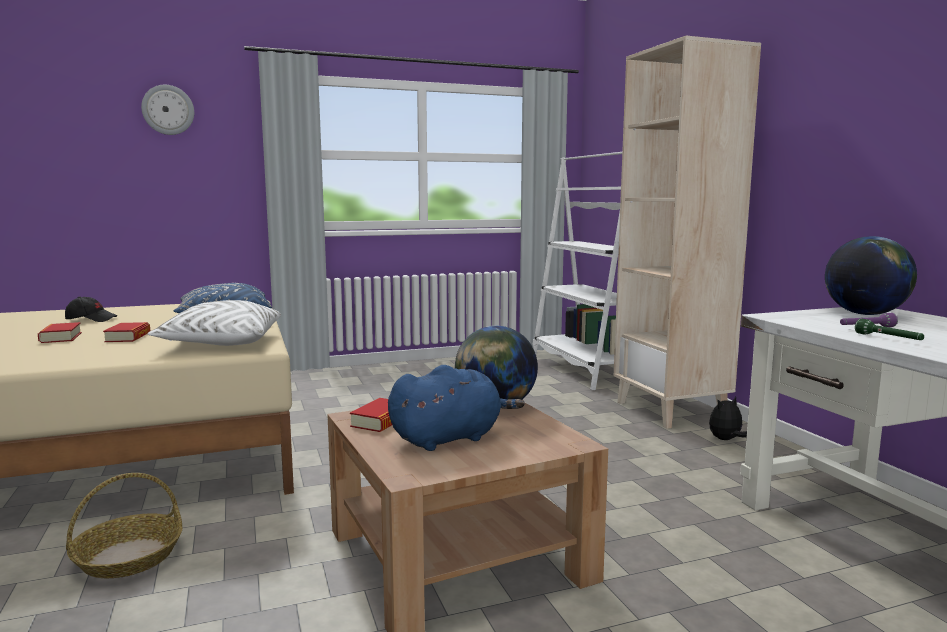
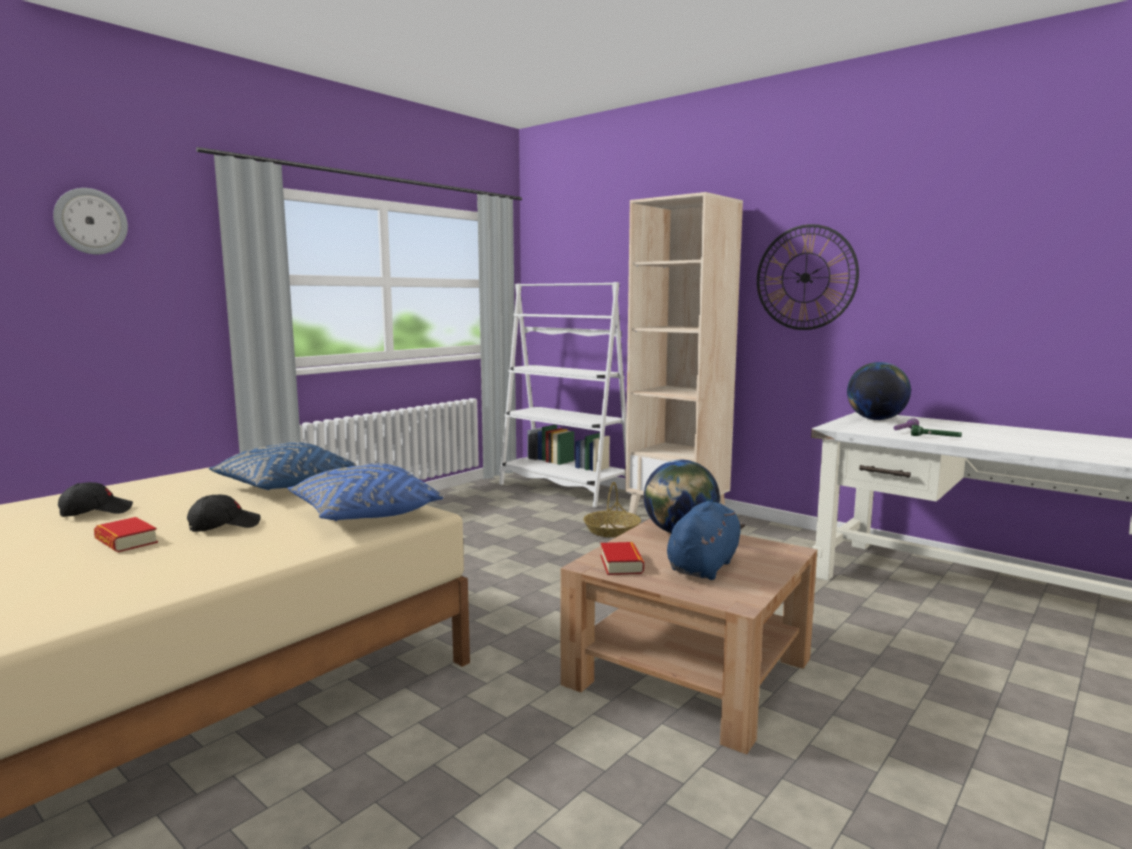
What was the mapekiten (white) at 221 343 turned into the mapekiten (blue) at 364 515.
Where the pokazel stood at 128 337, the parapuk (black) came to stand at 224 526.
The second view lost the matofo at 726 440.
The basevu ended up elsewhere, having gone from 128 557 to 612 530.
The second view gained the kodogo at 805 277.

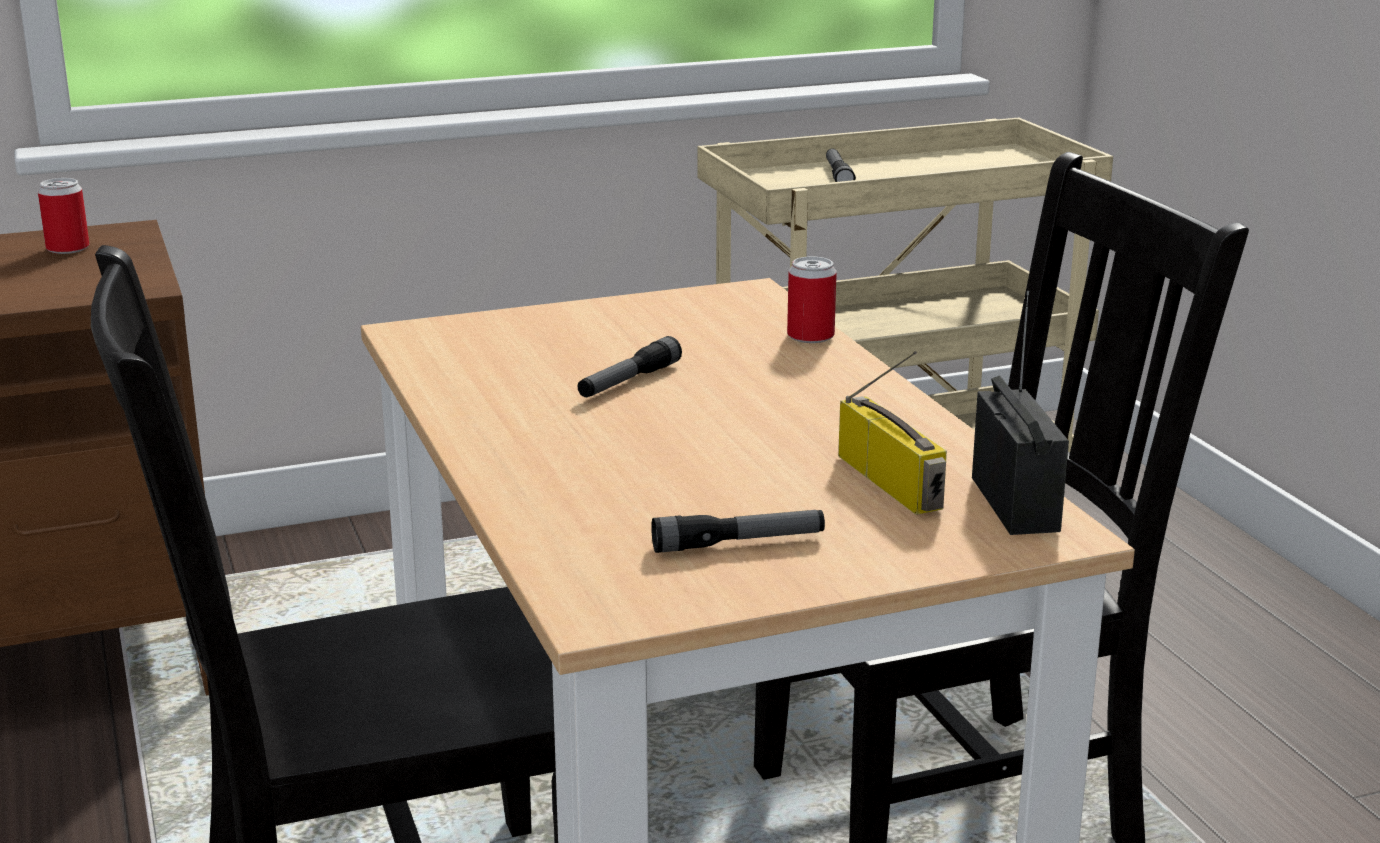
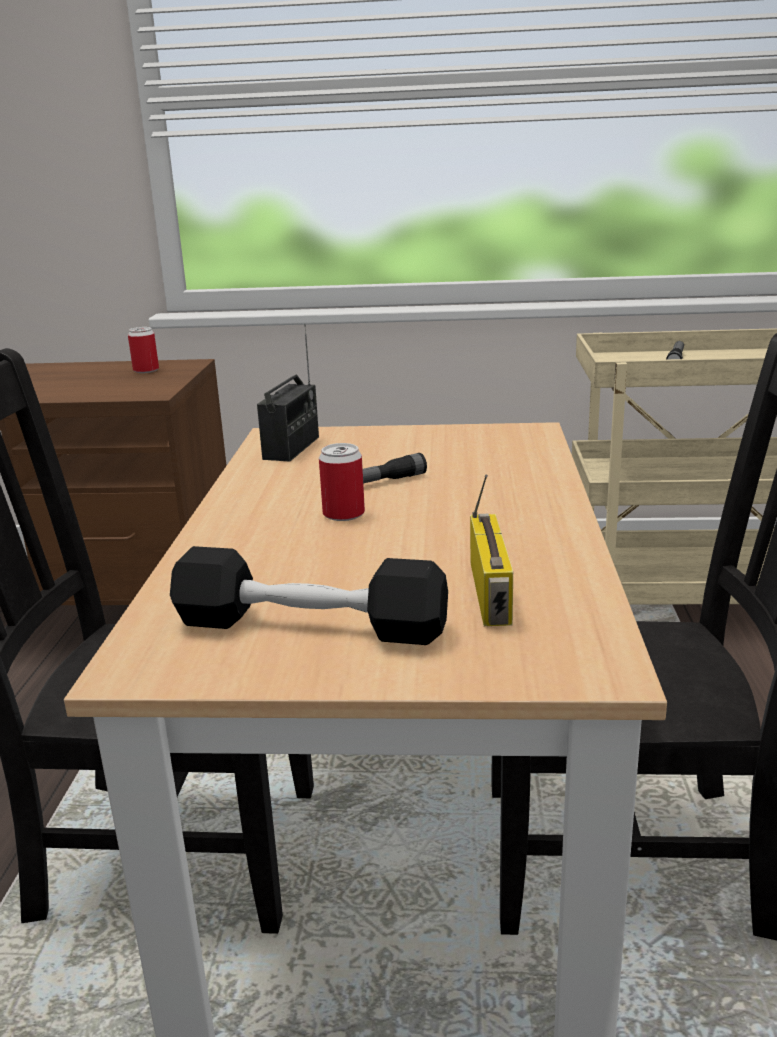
The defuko ended up elsewhere, having gone from 810 336 to 343 514.
The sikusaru ended up elsewhere, having gone from 1015 504 to 292 448.
Where the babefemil stood at 738 543, the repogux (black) came to stand at 309 626.

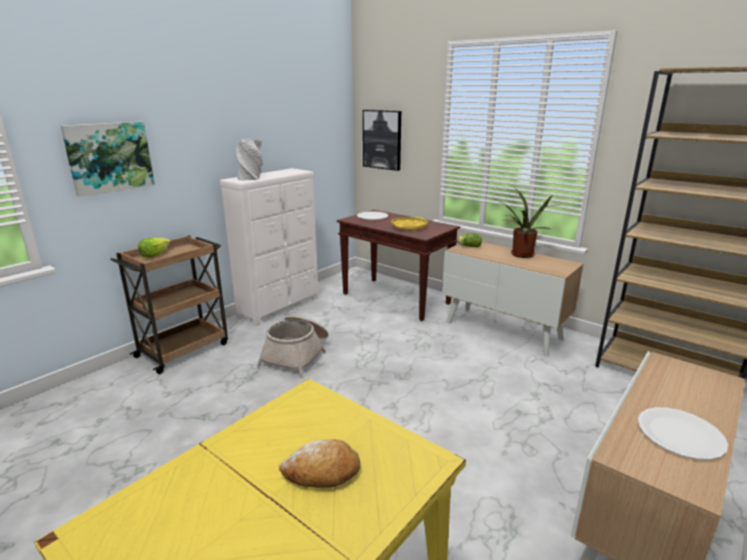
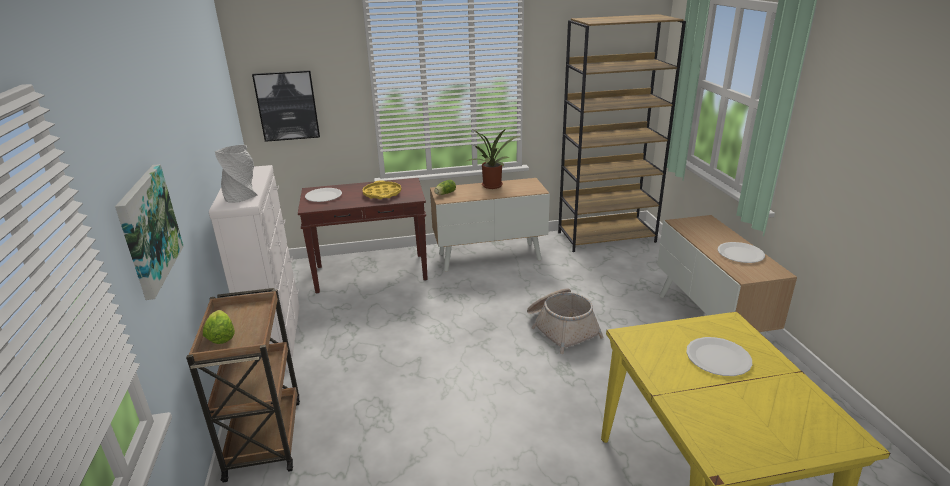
The basevu ended up elsewhere, having gone from 297 354 to 561 328.
Where the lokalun stood at 322 472, the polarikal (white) came to stand at 718 358.

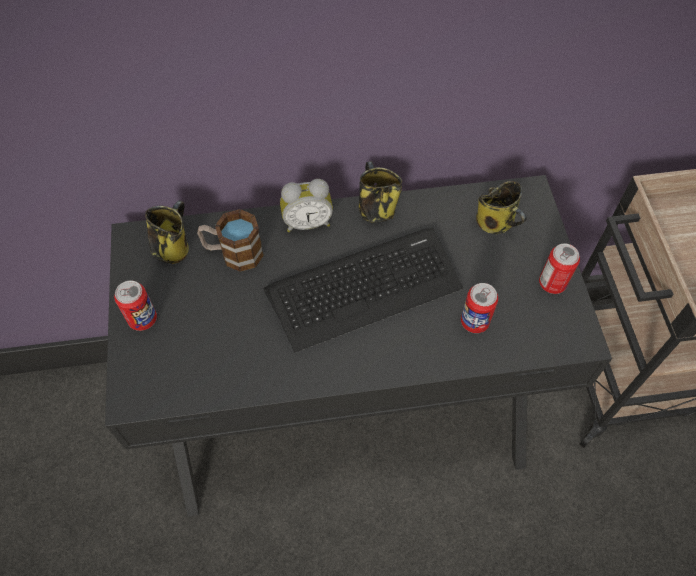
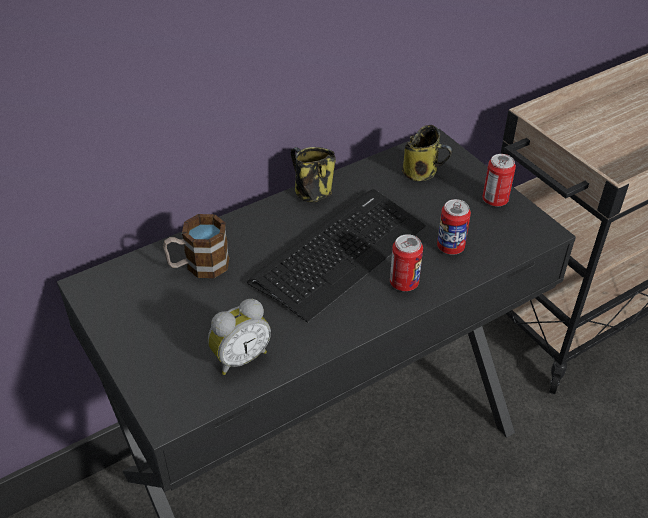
The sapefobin ended up elsewhere, having gone from 307 222 to 240 357.
The second view lost the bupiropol at 173 247.
The defuko ended up elsewhere, having gone from 142 319 to 404 283.

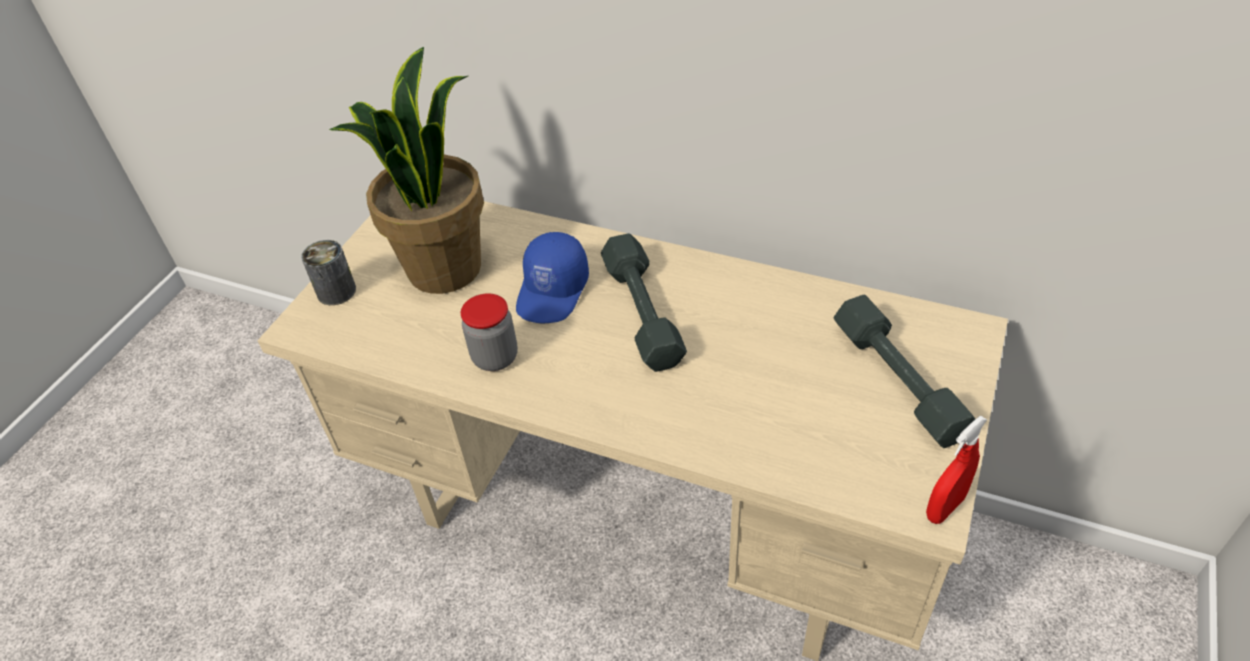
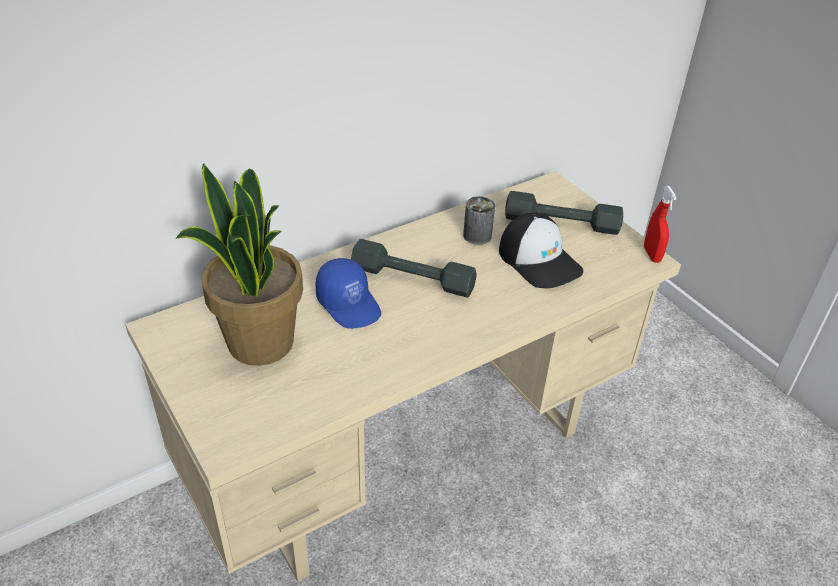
The defuko ended up elsewhere, having gone from 336 291 to 477 236.
The second view lost the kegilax at 495 357.
The second view gained the parapuk at 540 260.

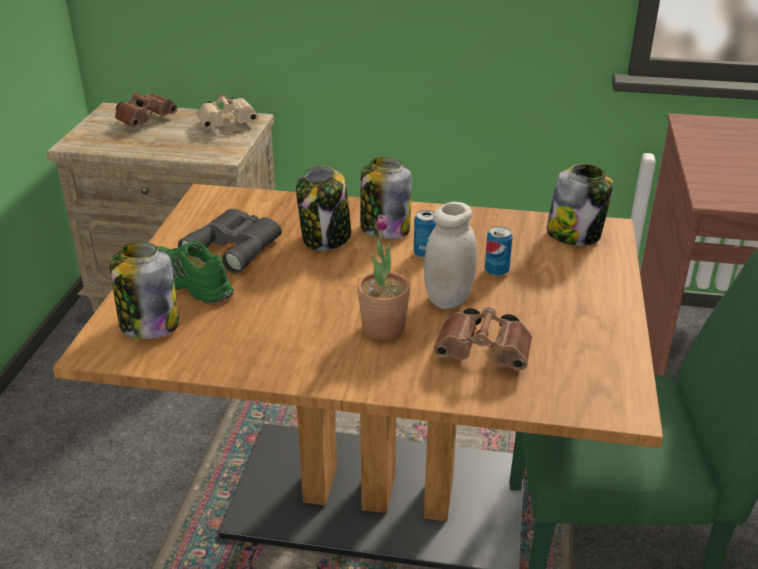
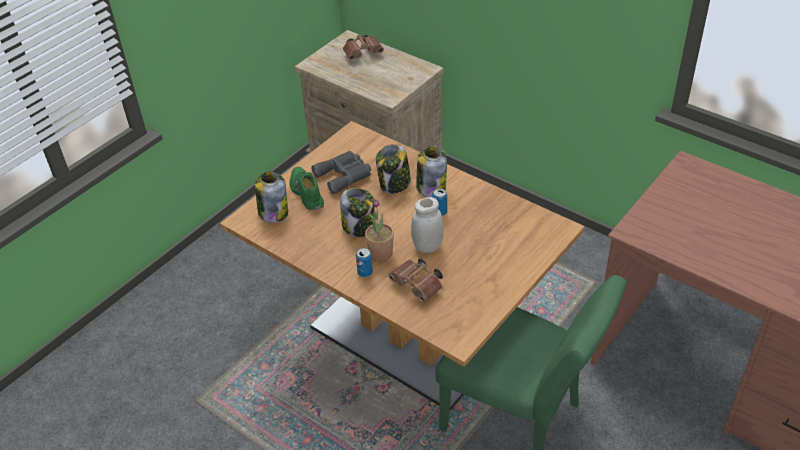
The second view lost the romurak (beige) at 229 123.
The kegilax ended up elsewhere, having gone from 575 234 to 359 226.
The defuko ended up elsewhere, having gone from 496 271 to 365 272.

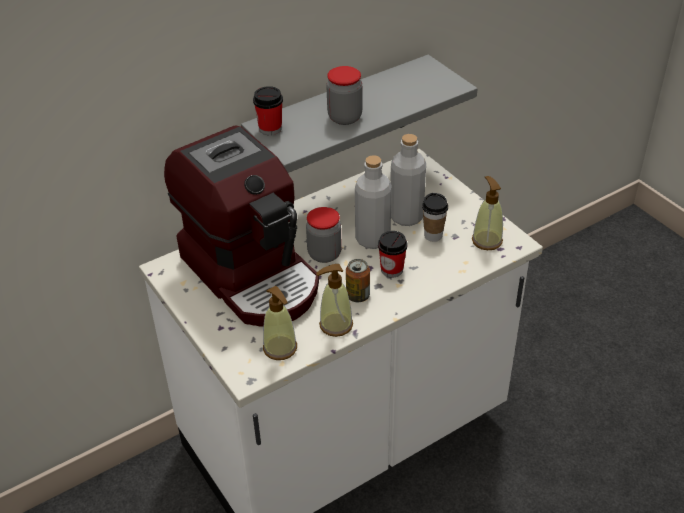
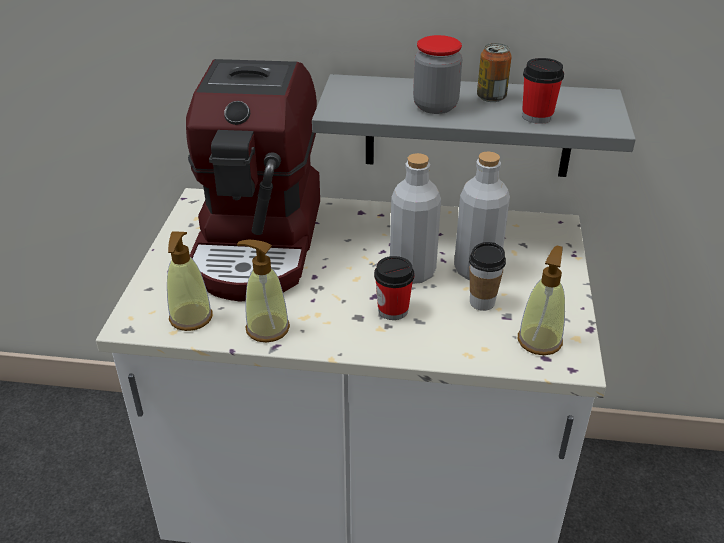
The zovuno ended up elsewhere, having gone from 270 128 to 537 116.
The second view lost the kegilax at 324 254.
The defuko ended up elsewhere, having gone from 358 296 to 491 97.

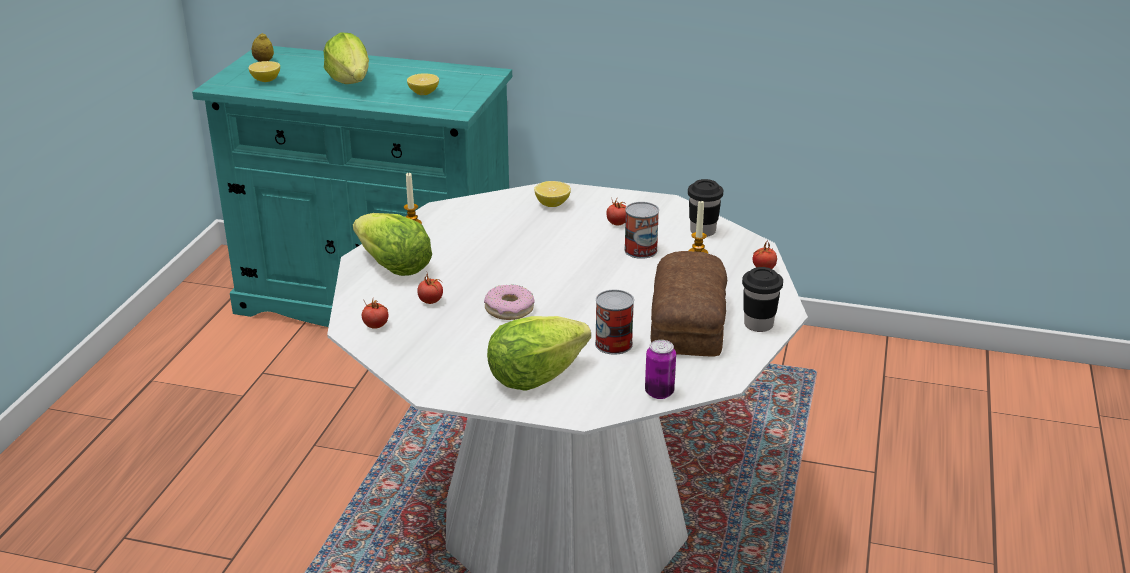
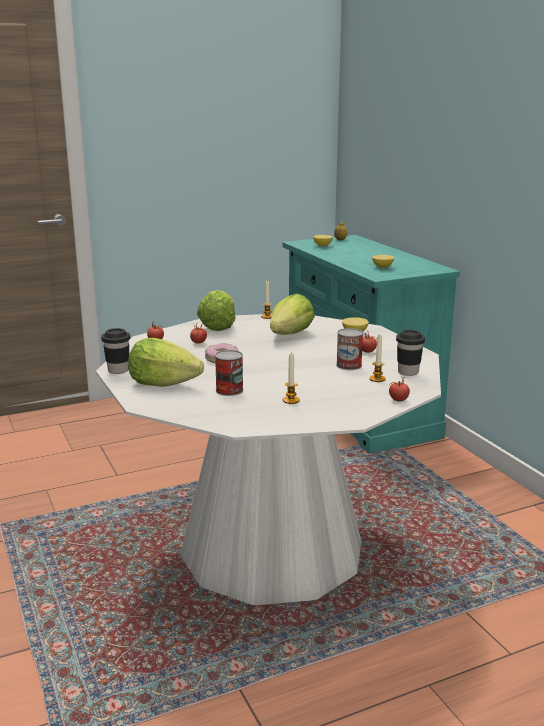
The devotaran ended up elsewhere, having gone from 350 82 to 291 335.
Where the lokalun stood at 690 322, the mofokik came to stand at 291 400.
The zovuno (black) ended up elsewhere, having gone from 758 325 to 118 370.
The second view lost the defuko at 659 392.

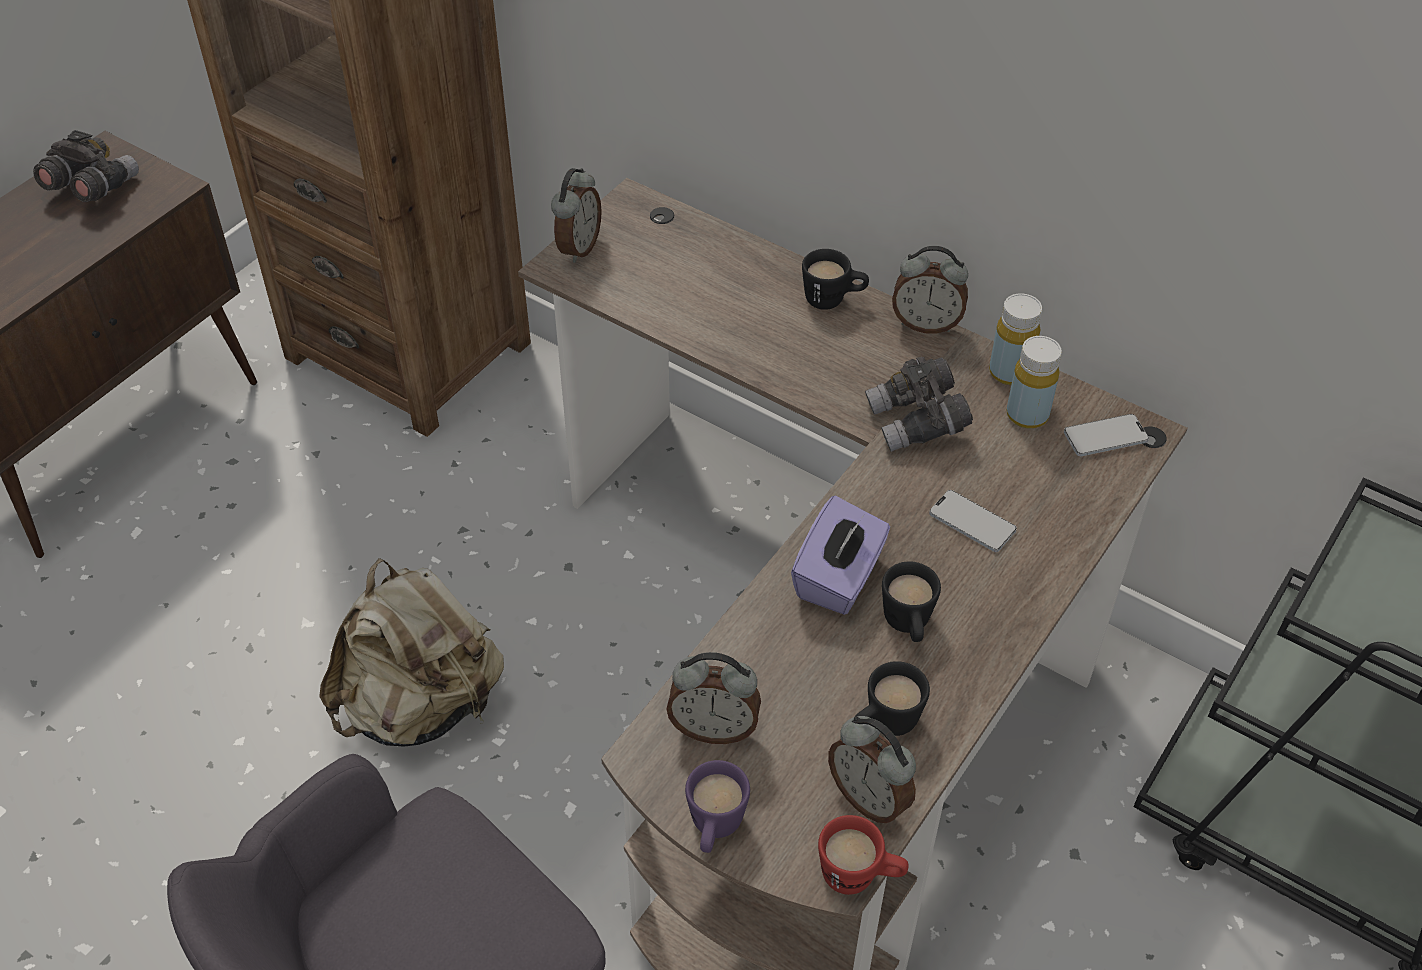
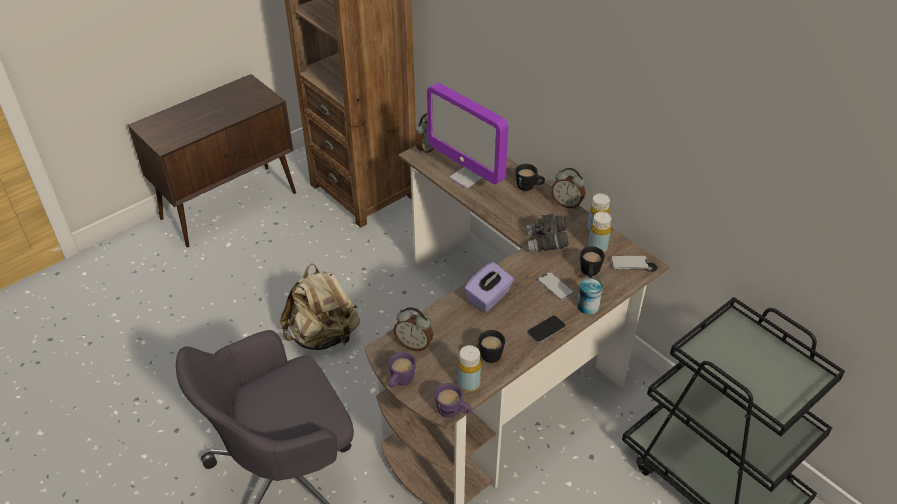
The second view lost the romurak (grey) at 91 188.
The bupiropol (black) ended up elsewhere, having gone from 908 626 to 589 274.
Where the sapefobin stood at 869 798, the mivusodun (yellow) came to stand at 469 384.
What was the bupiropol (red) at 859 877 turned into the bupiropol (purple) at 453 412.
The second view gained the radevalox at 467 177.
The second view gained the defuko at 588 306.
The second view gained the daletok at 546 330.

